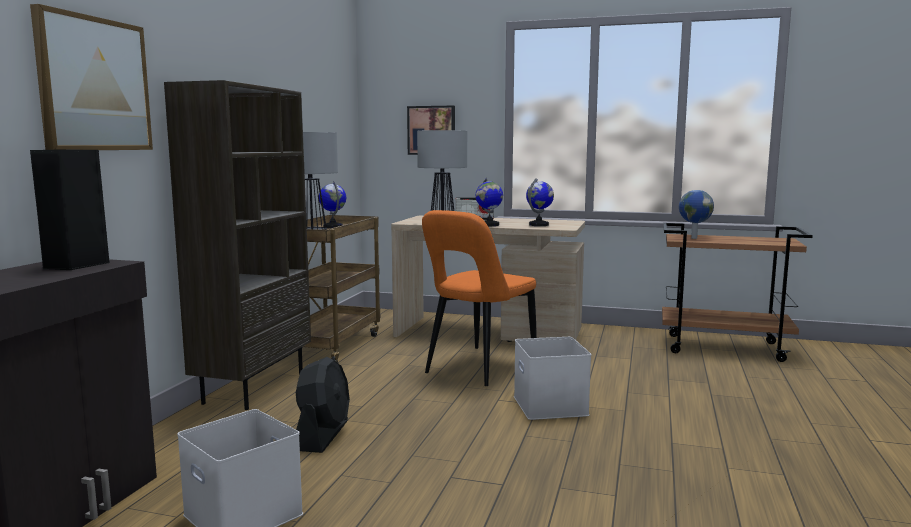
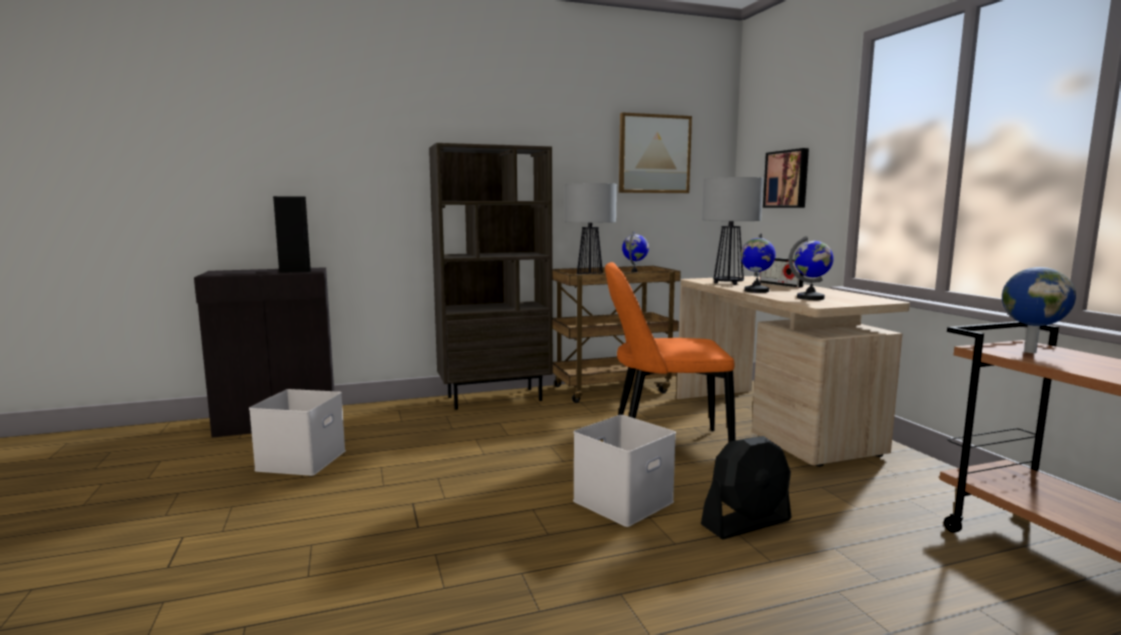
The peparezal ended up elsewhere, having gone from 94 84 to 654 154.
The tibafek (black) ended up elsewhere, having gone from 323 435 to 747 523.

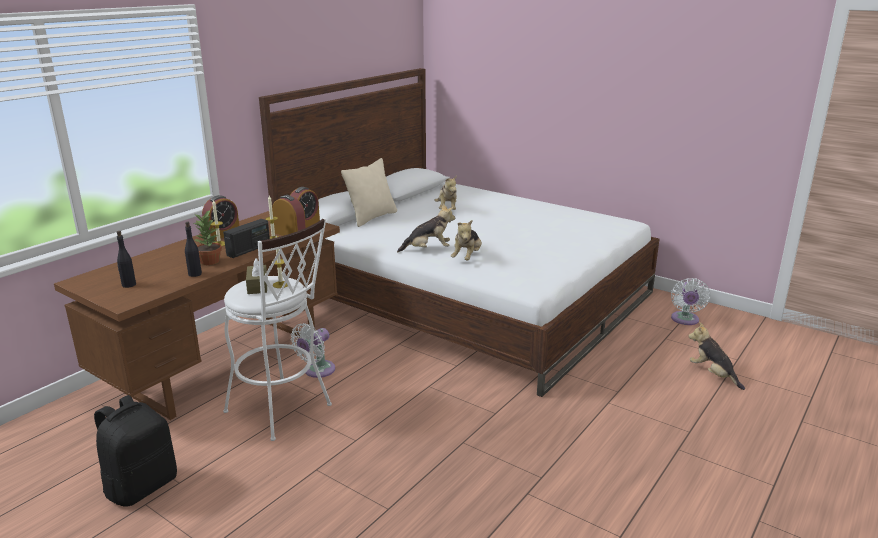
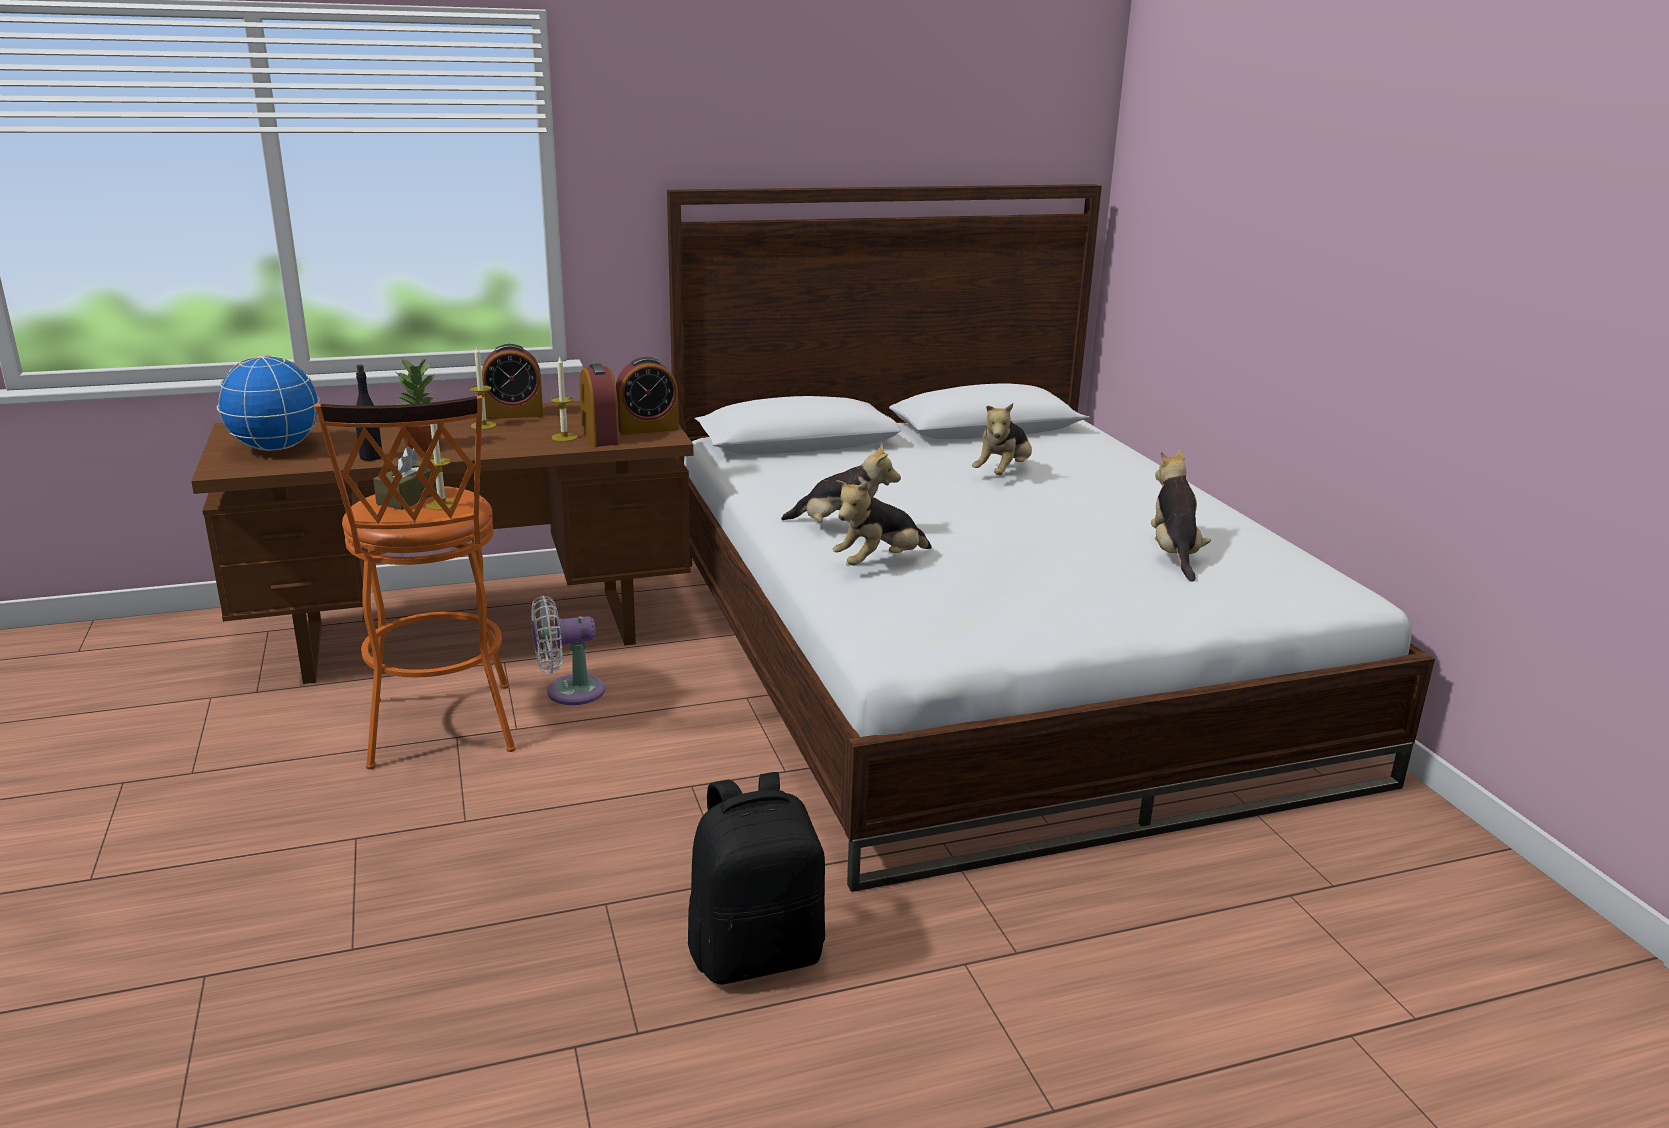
The second view lost the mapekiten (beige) at 371 217.
What was the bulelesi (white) at 283 411 turned into the bulelesi (orange) at 441 733.
The second view lost the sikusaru at 249 250.
Where the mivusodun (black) stood at 128 285, the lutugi came to stand at 276 448.
The second view lost the tibafek (white) at 685 320.
The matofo ended up elsewhere, having gone from 713 374 to 1173 554.
The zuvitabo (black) ended up elsewhere, having gone from 142 486 to 757 952.

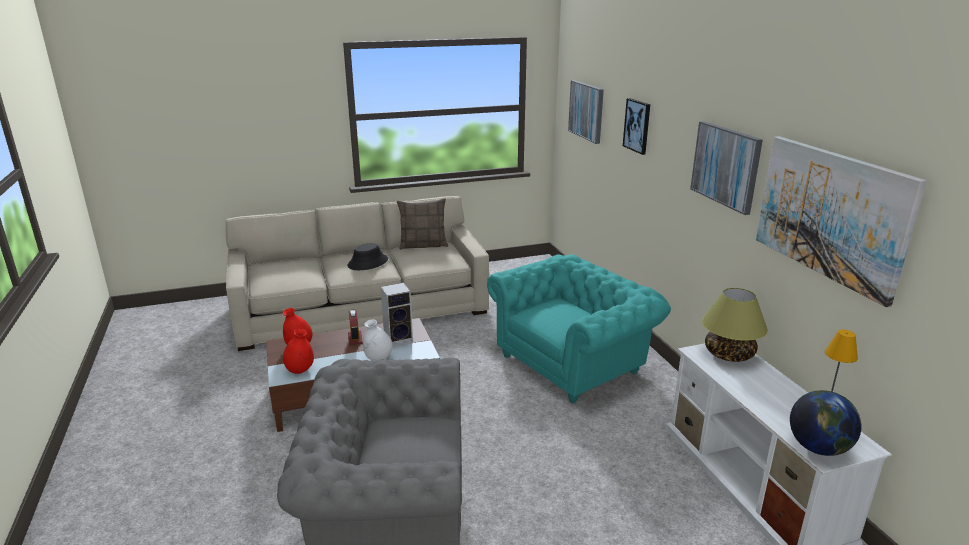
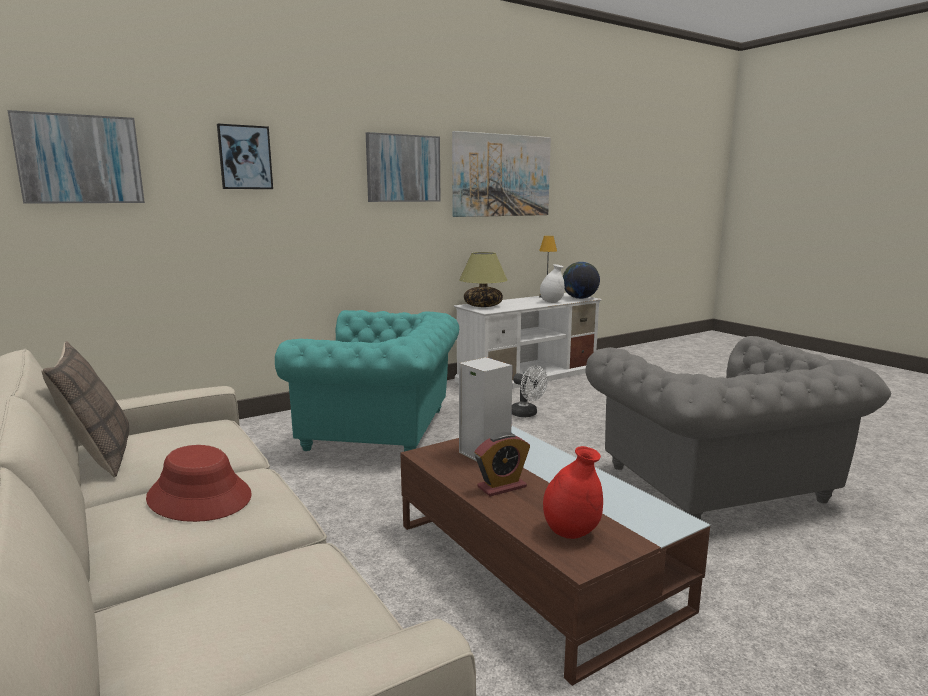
What was the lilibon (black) at 368 263 turned into the lilibon (red) at 200 497.
The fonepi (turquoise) at 573 362 ended up facing another way, 150 degrees clockwise from before.
The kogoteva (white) ended up elsewhere, having gone from 378 359 to 551 302.
The second view lost the kogoteva (red) at 300 370.
The second view gained the tibafek (white) at 527 414.

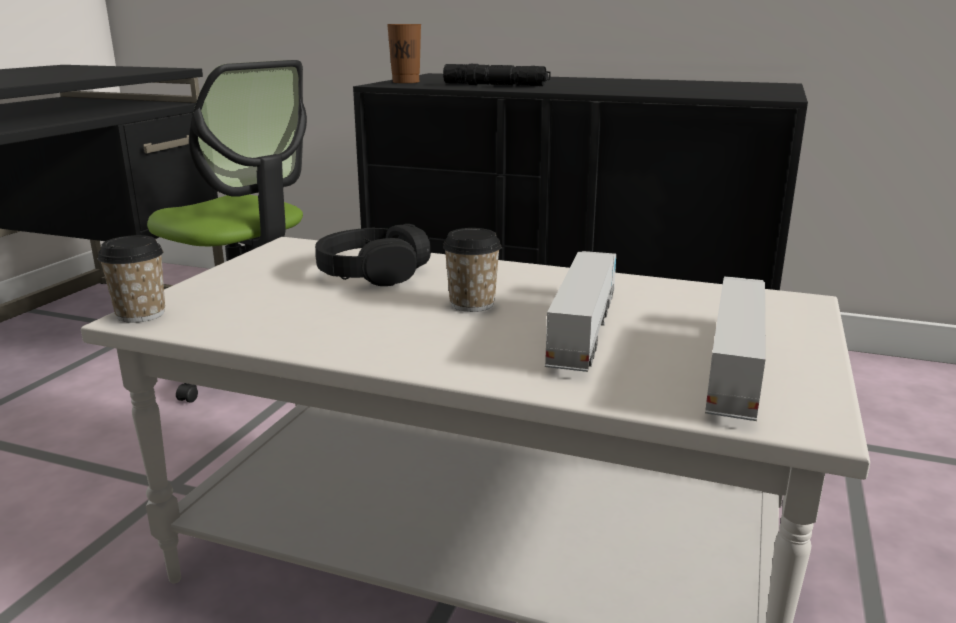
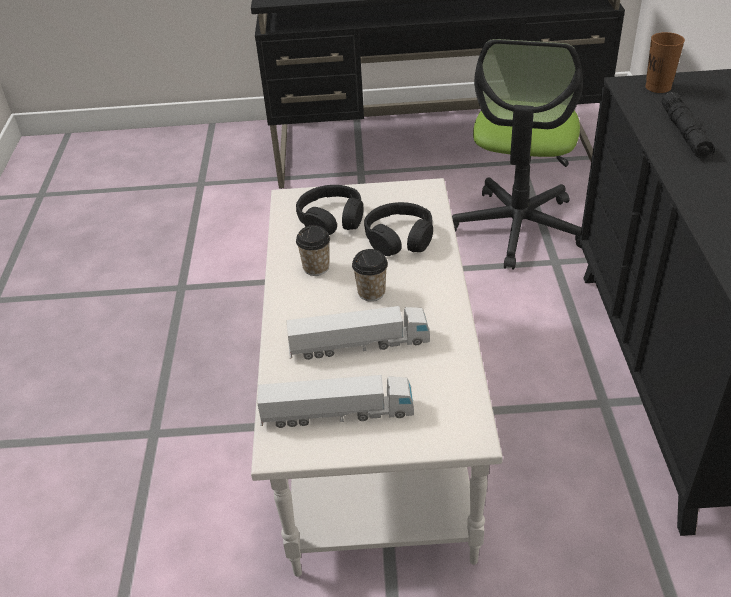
The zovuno ended up elsewhere, having gone from 141 314 to 316 268.
The second view gained the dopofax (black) at 331 219.

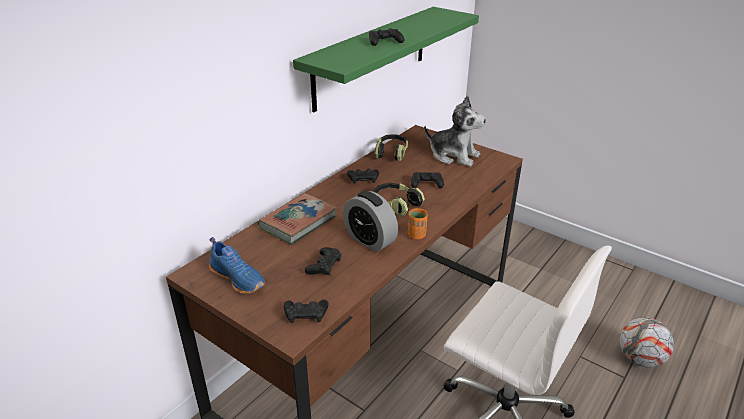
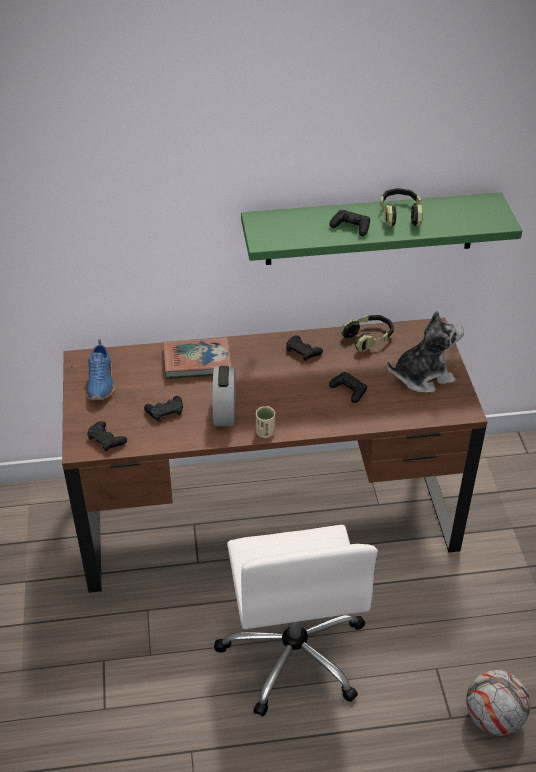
The matofo at 454 156 ended up facing another way, 90 degrees counterclockwise from before.
The dopofax ended up elsewhere, having gone from 396 204 to 400 215.
What was the zovuno (orange) at 416 235 turned into the zovuno (beige) at 265 432.

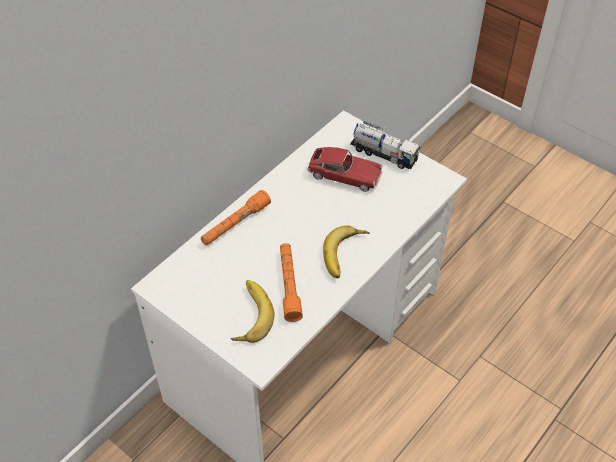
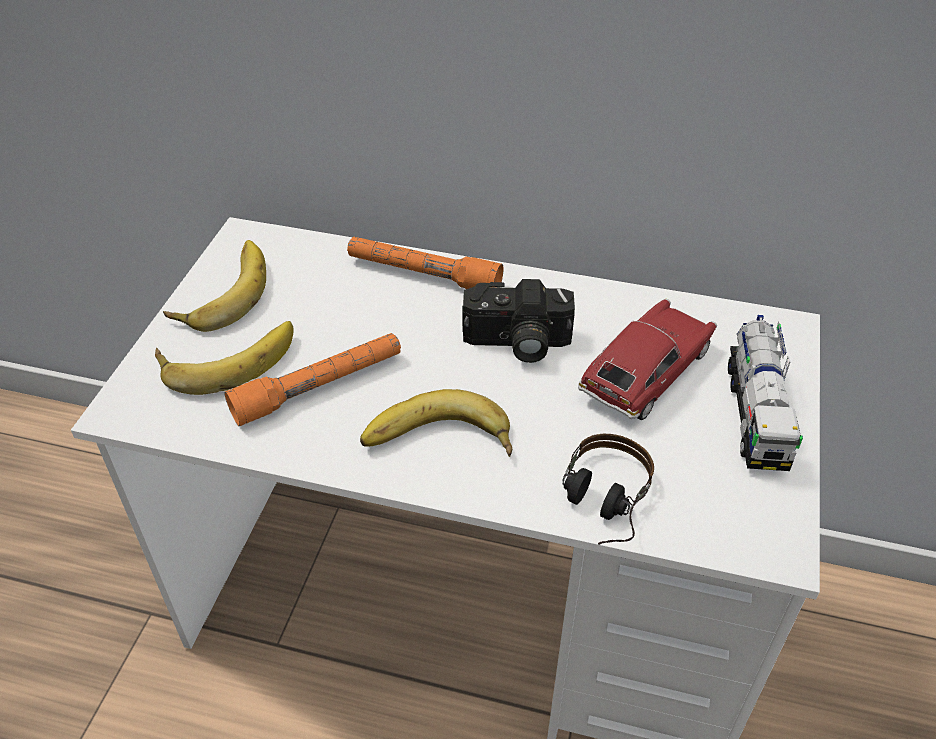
The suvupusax at 344 175 ended up facing another way, 135 degrees counterclockwise from before.
The second view gained the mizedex at 222 292.
The second view gained the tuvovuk at 516 343.
The second view gained the dopofax at 601 505.

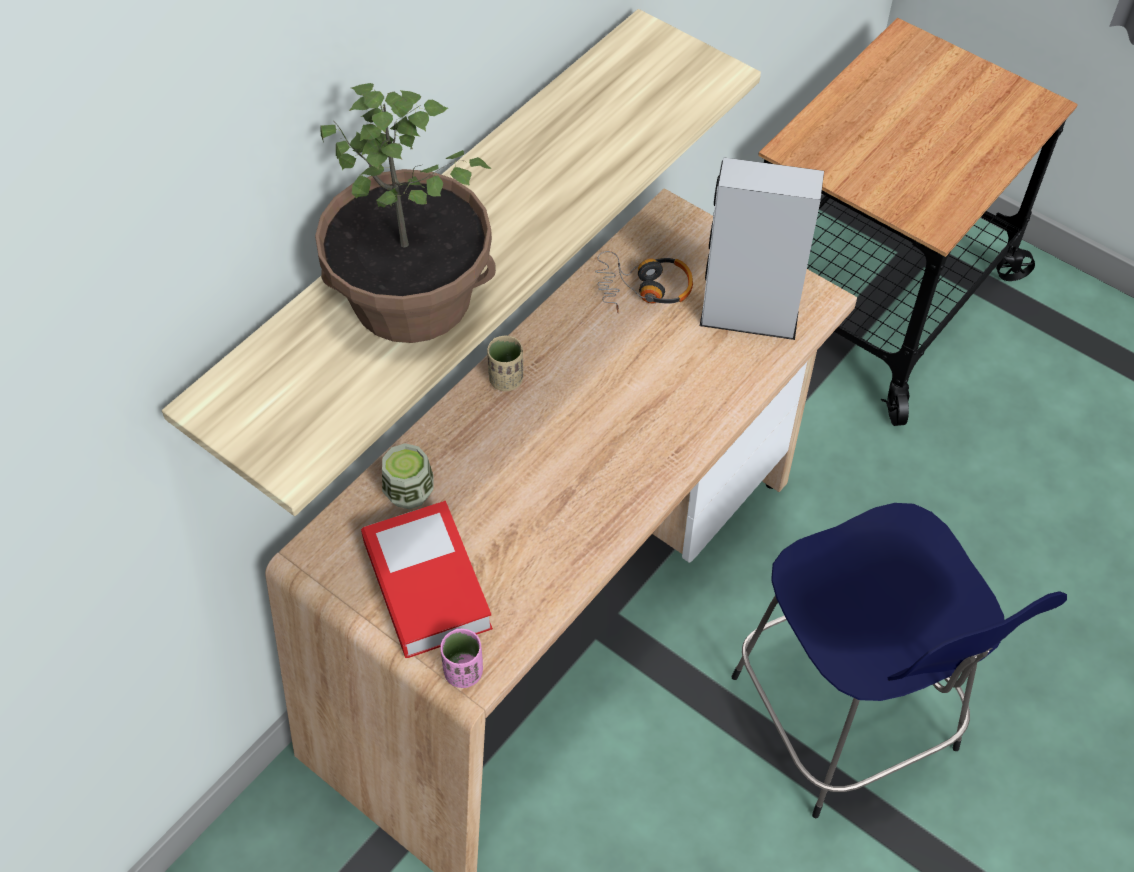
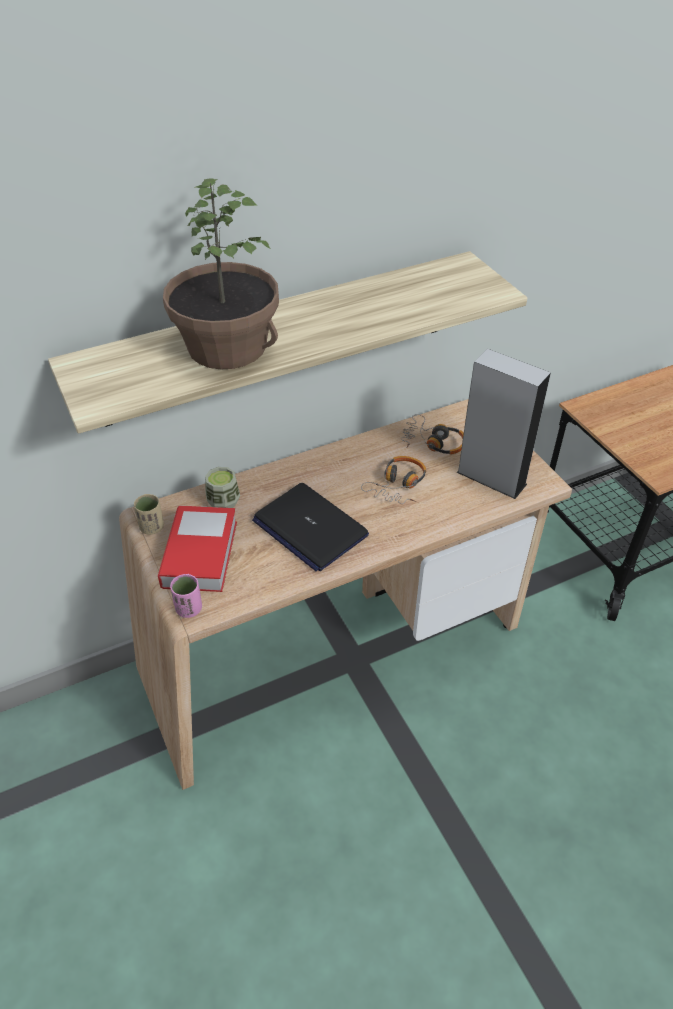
The zovuno (beige) ended up elsewhere, having gone from 506 380 to 152 527.
The second view lost the bulelesi (blue) at 847 720.
The second view gained the dopofax at 398 485.
The second view gained the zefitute at 309 528.

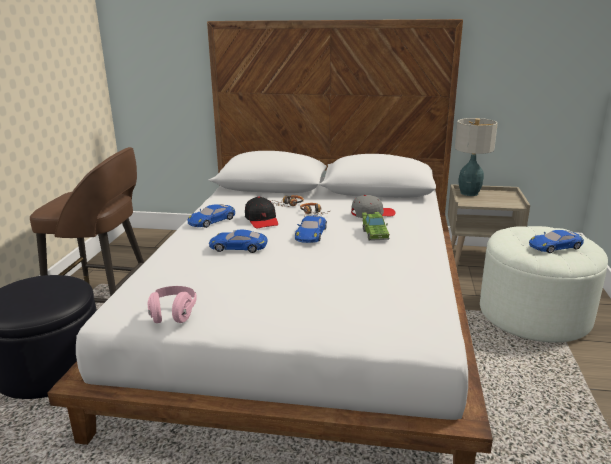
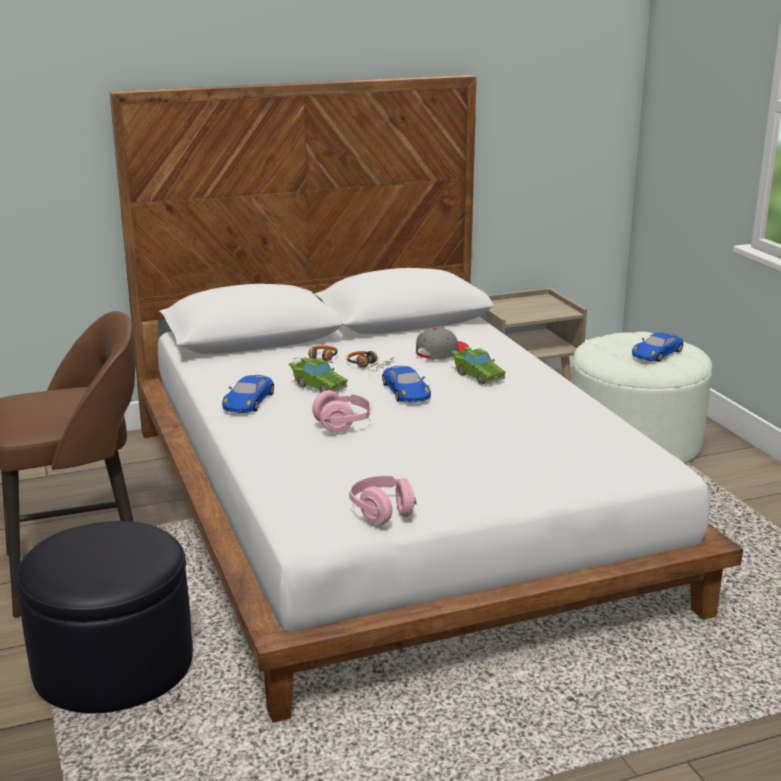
The second view lost the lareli at 468 193.
Where the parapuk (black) stood at 262 220, the suvupusax (green) came to stand at 317 386.
Where the suvupusax (blue) stood at 238 247, the dopofax (pink) came to stand at 343 424.

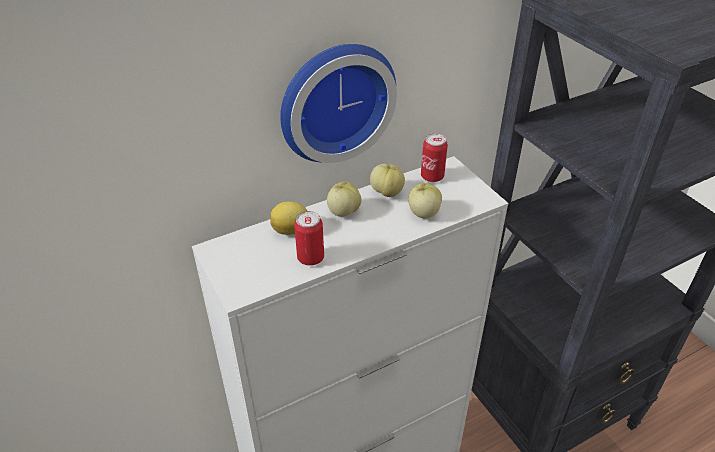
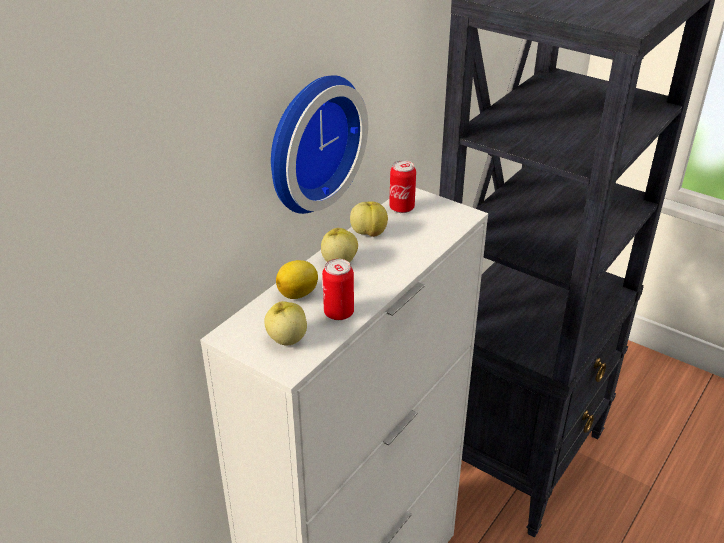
The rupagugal ended up elsewhere, having gone from 423 213 to 286 339.

